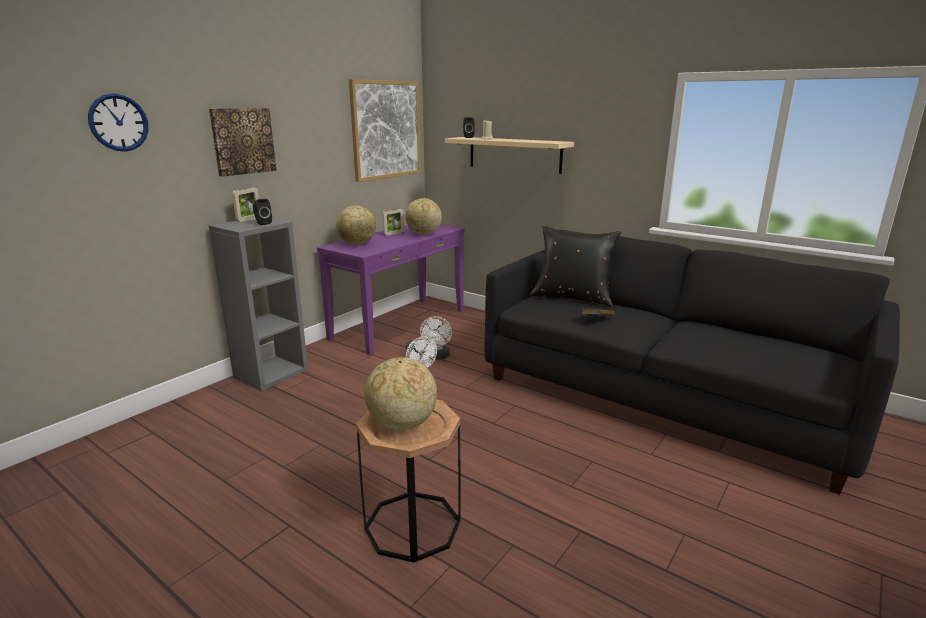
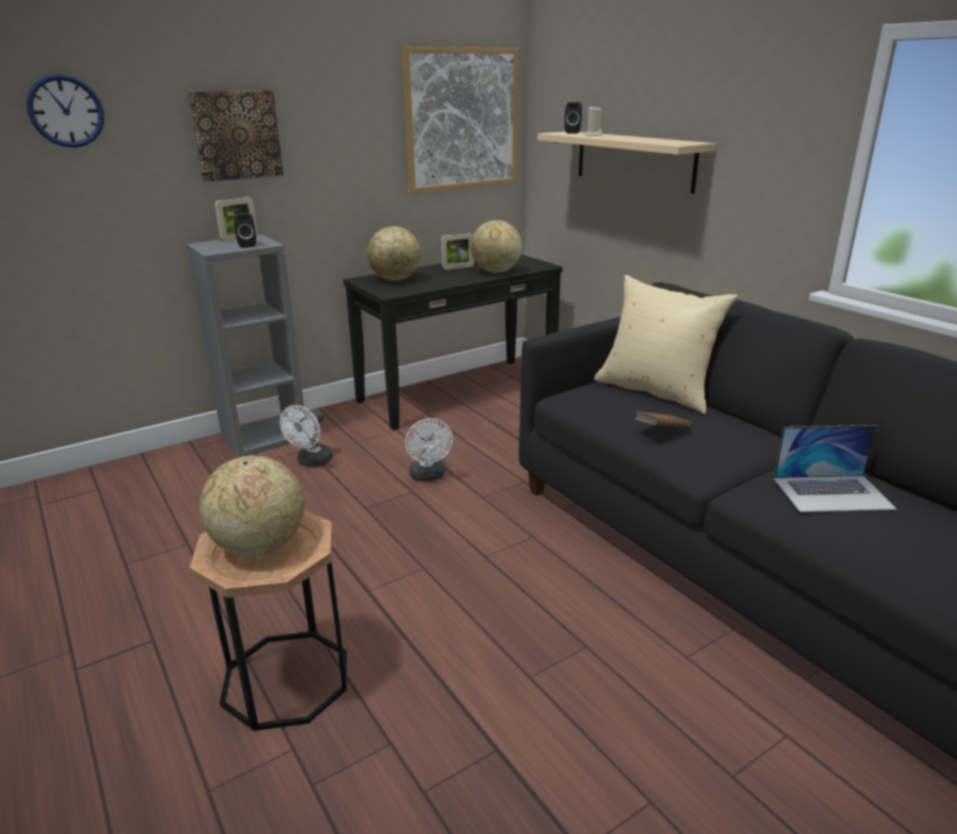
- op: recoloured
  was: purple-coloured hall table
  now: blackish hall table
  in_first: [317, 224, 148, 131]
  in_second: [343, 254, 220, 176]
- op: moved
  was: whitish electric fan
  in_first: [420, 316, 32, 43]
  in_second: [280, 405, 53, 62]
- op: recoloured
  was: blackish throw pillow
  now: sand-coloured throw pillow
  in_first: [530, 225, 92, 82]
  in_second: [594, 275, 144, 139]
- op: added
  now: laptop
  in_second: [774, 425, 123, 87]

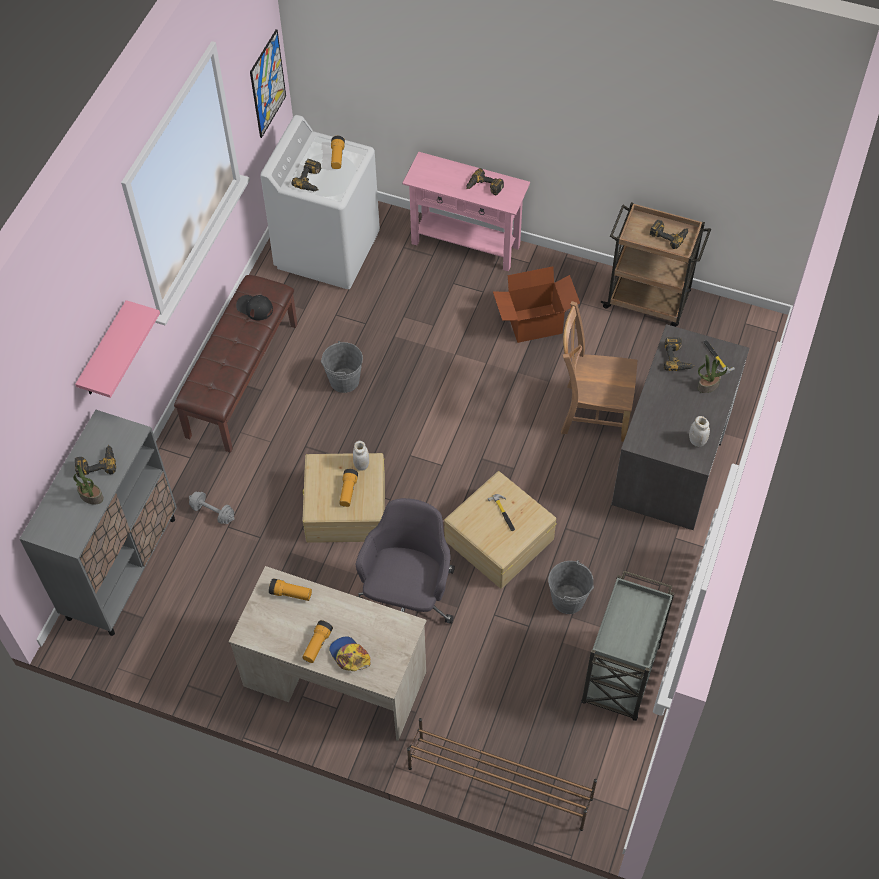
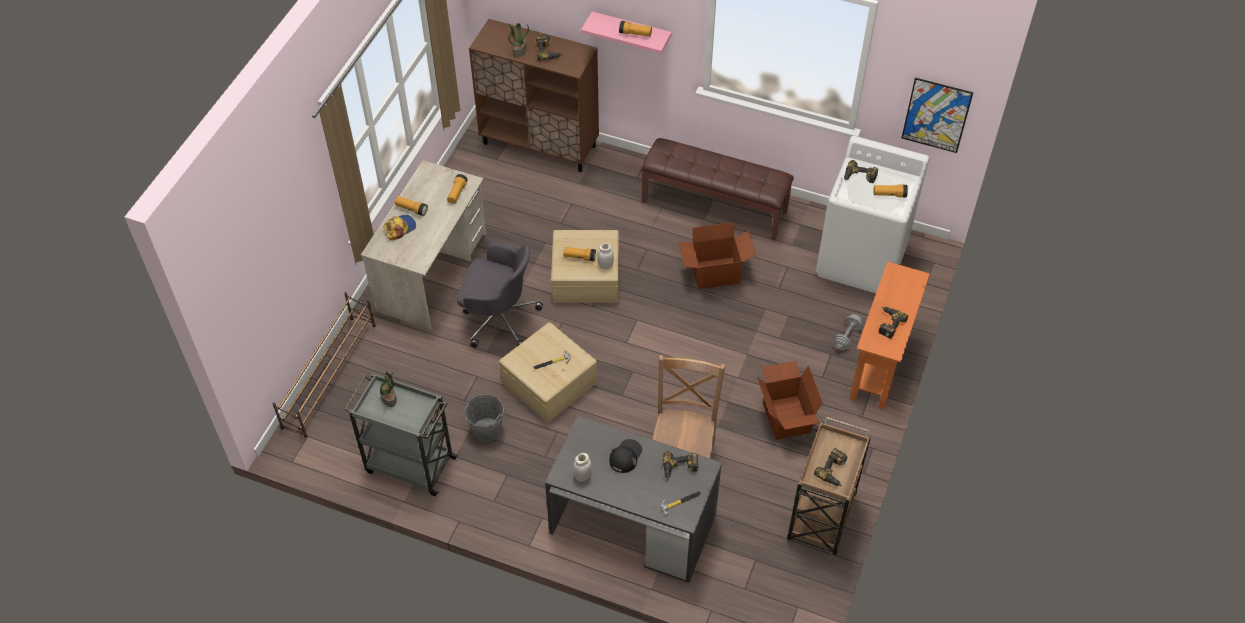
- op: recoloured
  was: grey cabinet
  now: brown cabinet
  in_first: [20, 410, 157, 226]
  in_second: [469, 19, 130, 153]
- op: moved
  was: grey hand weight
  in_first: [189, 492, 46, 32]
  in_second: [834, 314, 28, 36]
- op: moved
  was: blackish baseball cap
  in_first: [236, 295, 37, 25]
  in_second: [609, 439, 33, 34]
- op: replaced
  was: grey water bucket
  now: cardboard box
  in_first: [321, 341, 42, 52]
  in_second: [678, 222, 78, 67]
- op: recoloured
  was: pinkish hall table
  now: orangey hall table
  in_first: [402, 152, 128, 119]
  in_second: [850, 261, 80, 148]
- op: moved
  was: houseplant
  in_first: [698, 354, 29, 39]
  in_second: [380, 371, 17, 36]
- op: added
  now: torch
  in_second: [619, 21, 33, 16]

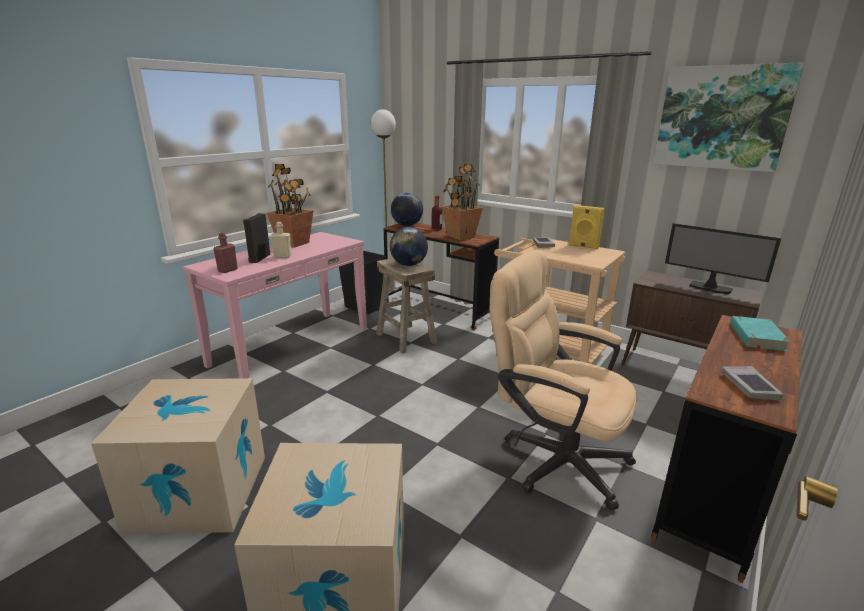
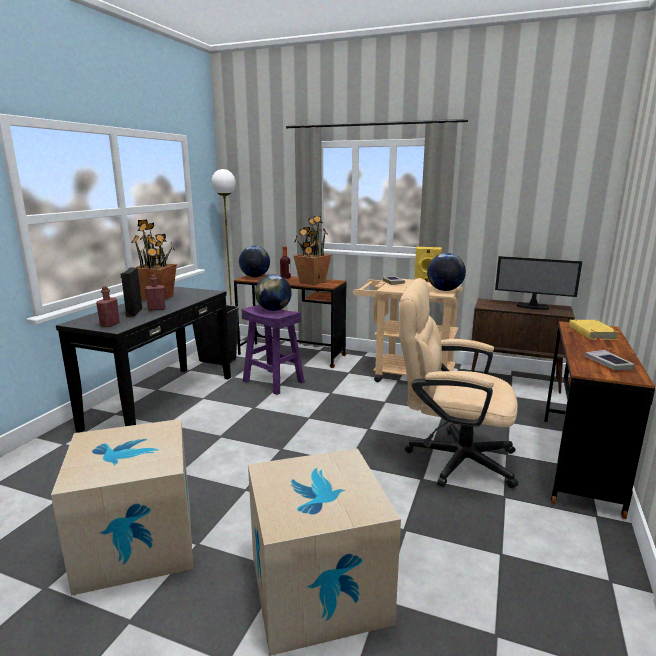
- op: recoloured
  was: pinkish hall table
  now: blackish hall table
  in_first: [183, 232, 184, 146]
  in_second: [56, 287, 175, 146]
- op: recoloured
  was: sand-coloured bottle
  now: red bottle
  in_first: [271, 222, 21, 36]
  in_second: [145, 275, 21, 36]
- op: recoloured
  was: sand-coloured stool seat
  now: purple-coloured stool seat
  in_first: [376, 258, 61, 96]
  in_second: [242, 305, 63, 90]
- op: removed
  was: picture
  in_first: [654, 62, 150, 110]
- op: recoloured
  was: blue-green bound book
  now: yellow bound book
  in_first: [730, 316, 61, 37]
  in_second: [569, 320, 49, 22]
- op: added
  now: world globe
  in_second: [427, 253, 39, 38]

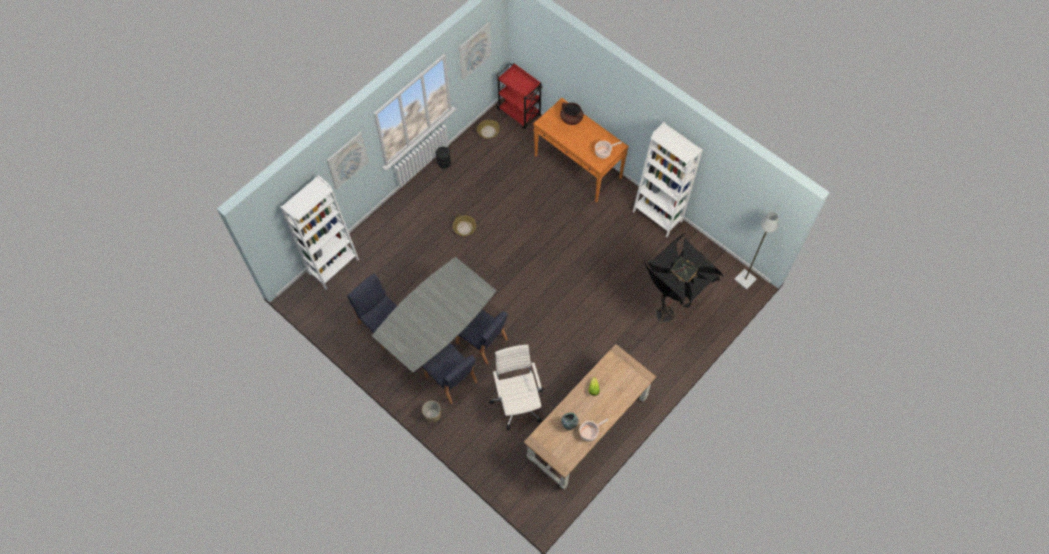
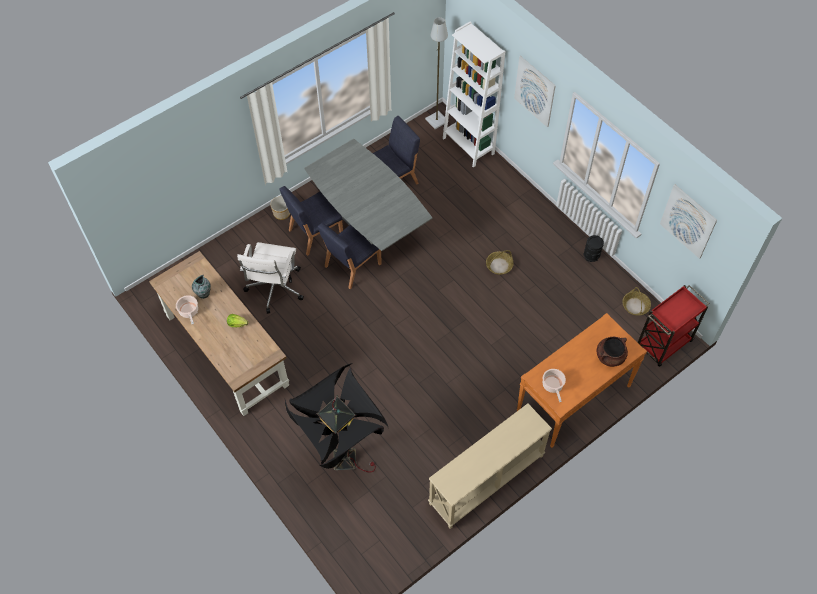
- op: turned
  was: whitish computer chair
  in_first: [489, 345, 55, 85]
  in_second: [237, 242, 67, 72]
  clockwise: 105
- op: replaced
  was: whitish bookshelf
  now: sand-coloured hall table
  in_first: [633, 122, 70, 115]
  in_second: [428, 404, 124, 125]
- op: moved
  was: grey standard lamp
  in_first: [734, 211, 44, 79]
  in_second: [425, 17, 23, 112]

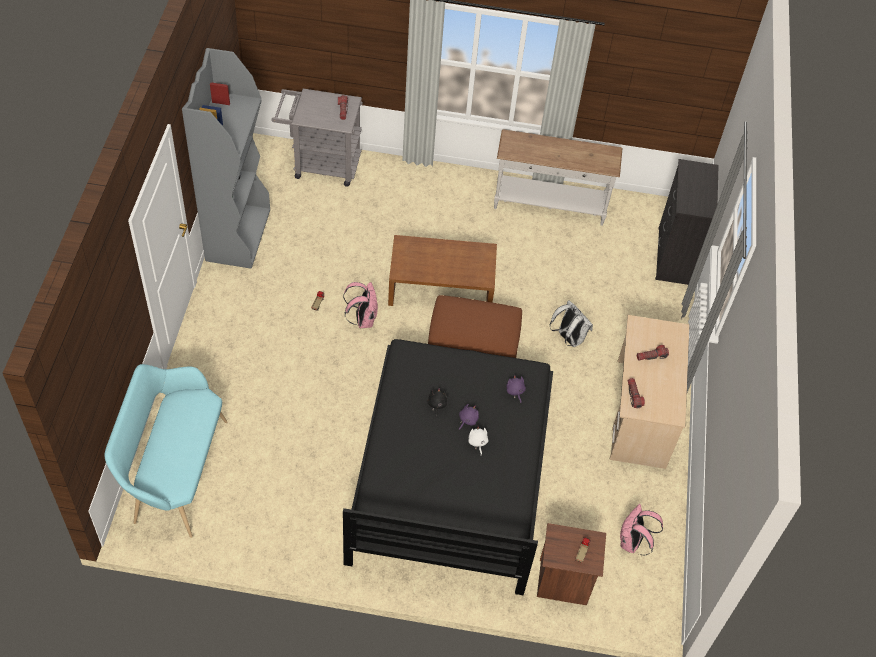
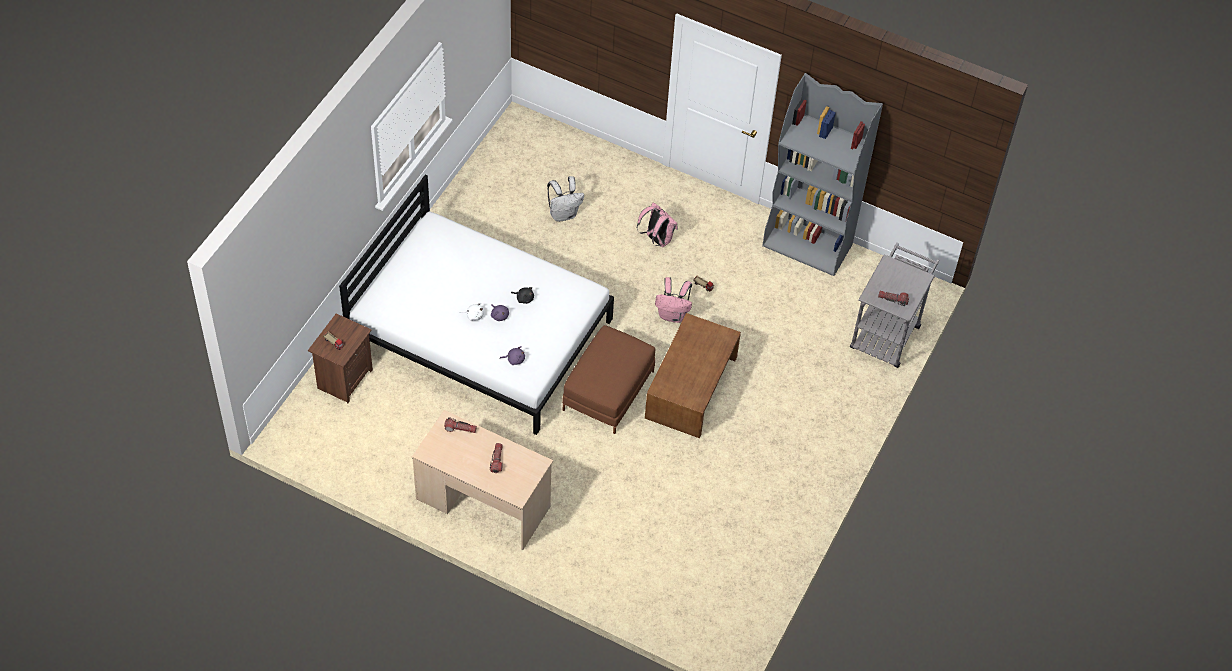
- op: removed
  was: blue-green bench
  in_first: [105, 364, 123, 174]
- op: recoloured
  was: blackish sleeping bed
  now: whitish sleeping bed
  in_first: [343, 339, 210, 257]
  in_second: [339, 175, 275, 260]
- op: removed
  was: whitish hall table
  in_first: [494, 129, 129, 97]
- op: moved
  was: whitish backpack
  in_first: [549, 301, 44, 46]
  in_second: [547, 176, 37, 46]
- op: moved
  was: pinkish backpack
  in_first: [620, 504, 43, 51]
  in_second: [637, 202, 41, 45]
- op: removed
  was: blackish dresser
  in_first: [655, 159, 64, 126]

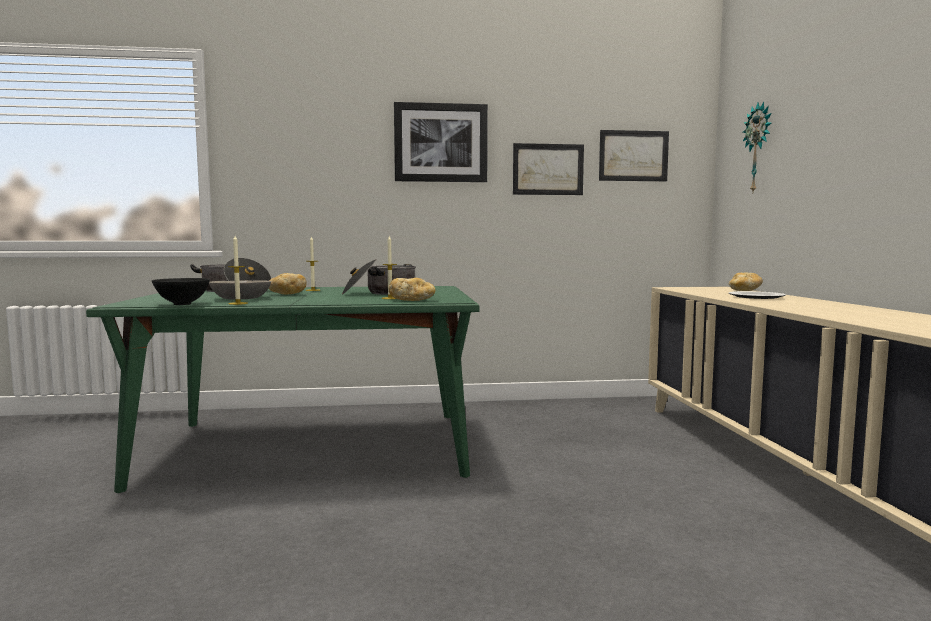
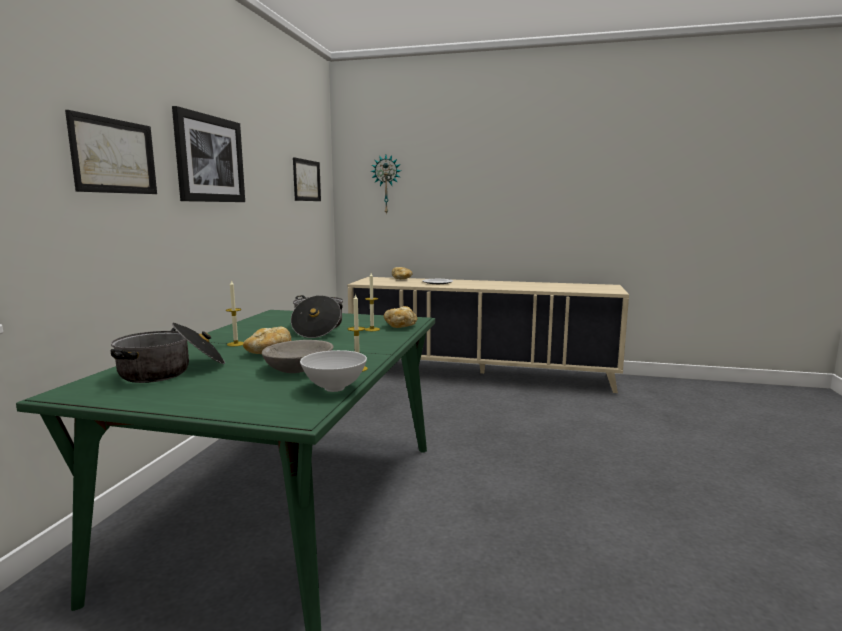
- op: recoloured
  was: blackish serving bowl
  now: whitish serving bowl
  in_first: [152, 278, 58, 27]
  in_second: [300, 350, 67, 42]
- op: moved
  was: picture
  in_first: [513, 143, 71, 52]
  in_second: [65, 110, 92, 84]

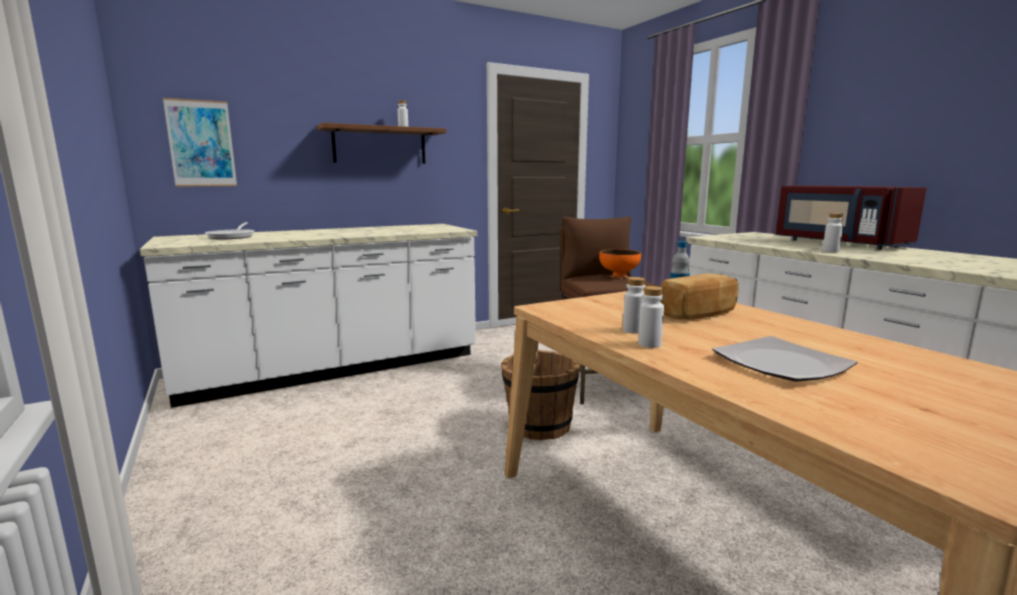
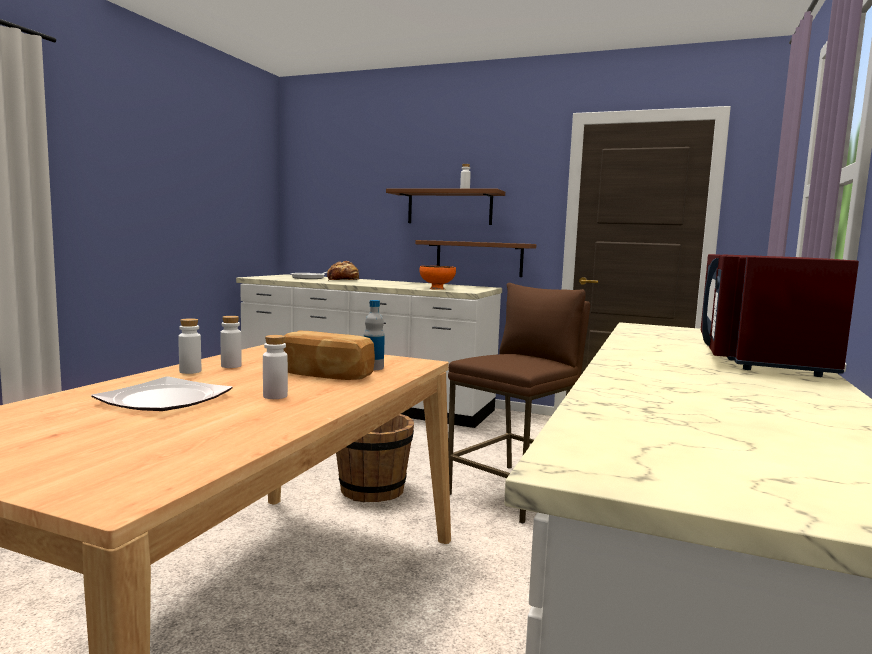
- op: removed
  was: picture
  in_first: [163, 98, 74, 89]
- op: moved
  was: orangey serving bowl
  in_first: [599, 249, 42, 30]
  in_second: [419, 266, 37, 24]
- op: moved
  was: whitish bottle
  in_first: [823, 213, 20, 39]
  in_second: [263, 335, 25, 64]
- op: added
  now: bread
  in_second: [327, 261, 32, 19]
- op: added
  now: brown bracket shelf
  in_second: [415, 240, 121, 37]

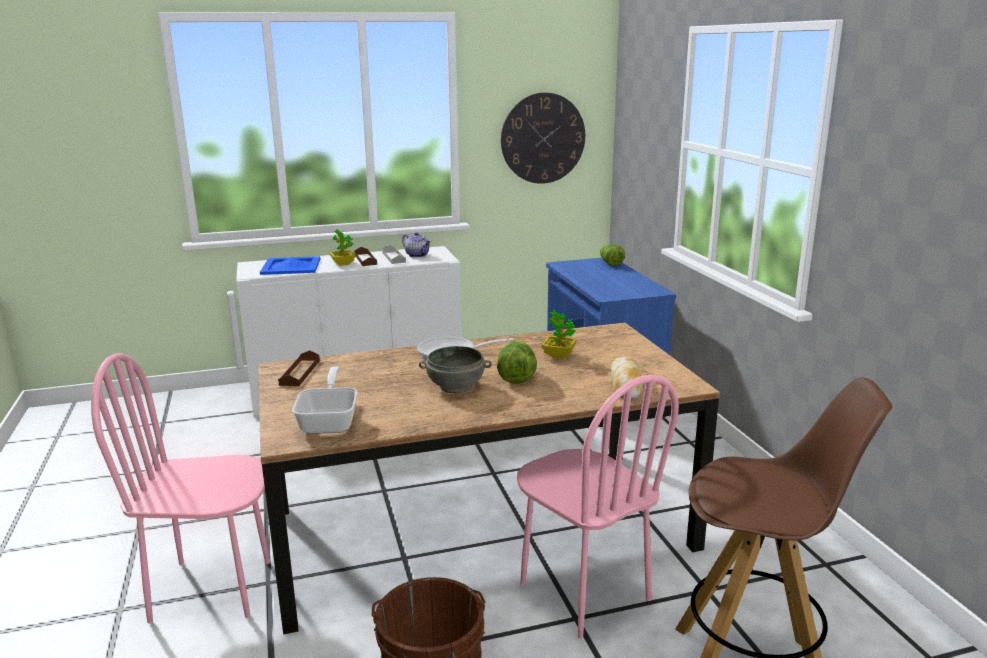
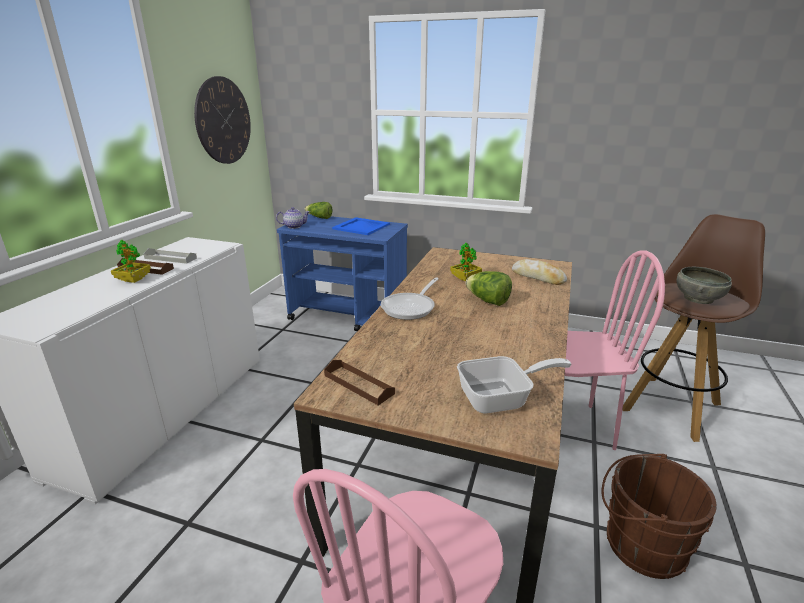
- op: moved
  was: blue-coloured carrying tray
  in_first: [260, 256, 60, 19]
  in_second: [332, 217, 58, 18]
- op: turned
  was: pan
  in_first: [292, 367, 65, 67]
  in_second: [457, 356, 114, 57]
  clockwise: 135
- op: moved
  was: tea pot
  in_first: [402, 232, 29, 26]
  in_second: [276, 207, 34, 22]
- op: moved
  was: grey serving bowl
  in_first: [419, 346, 73, 47]
  in_second: [677, 267, 55, 37]

